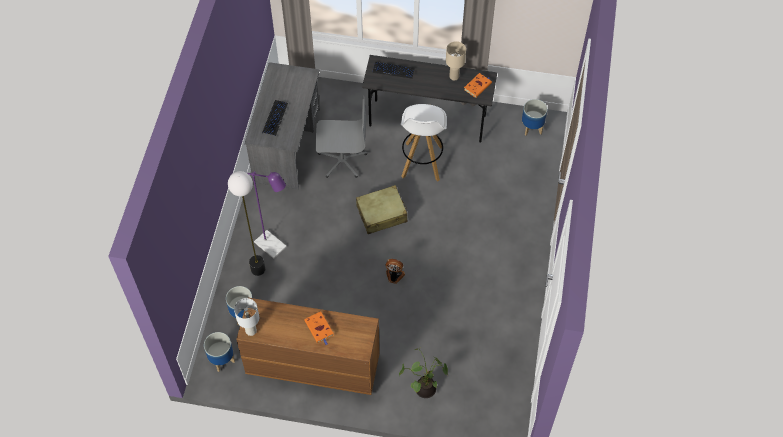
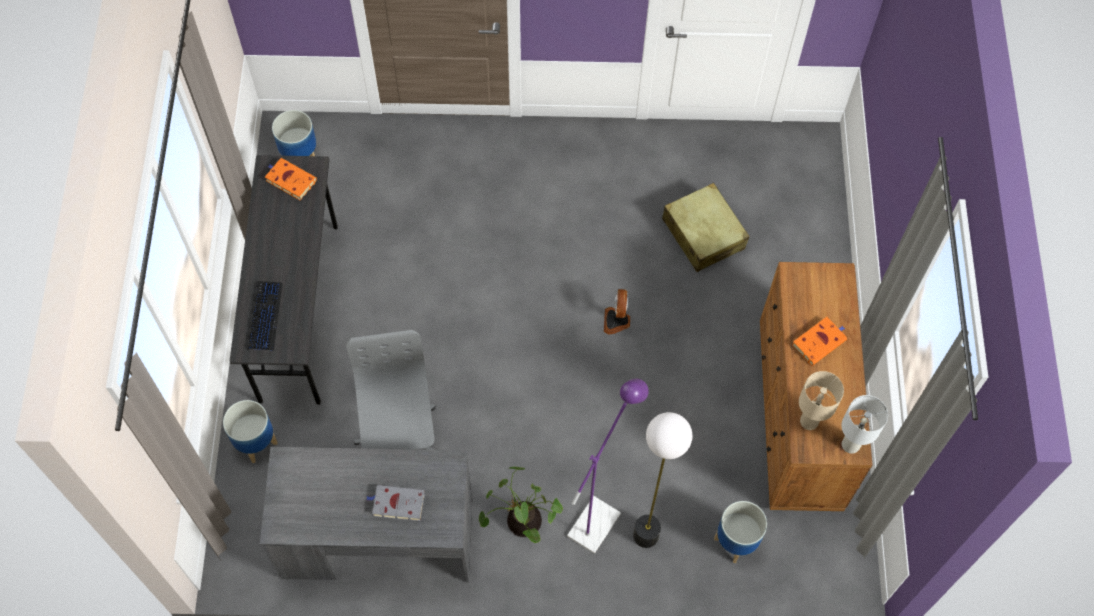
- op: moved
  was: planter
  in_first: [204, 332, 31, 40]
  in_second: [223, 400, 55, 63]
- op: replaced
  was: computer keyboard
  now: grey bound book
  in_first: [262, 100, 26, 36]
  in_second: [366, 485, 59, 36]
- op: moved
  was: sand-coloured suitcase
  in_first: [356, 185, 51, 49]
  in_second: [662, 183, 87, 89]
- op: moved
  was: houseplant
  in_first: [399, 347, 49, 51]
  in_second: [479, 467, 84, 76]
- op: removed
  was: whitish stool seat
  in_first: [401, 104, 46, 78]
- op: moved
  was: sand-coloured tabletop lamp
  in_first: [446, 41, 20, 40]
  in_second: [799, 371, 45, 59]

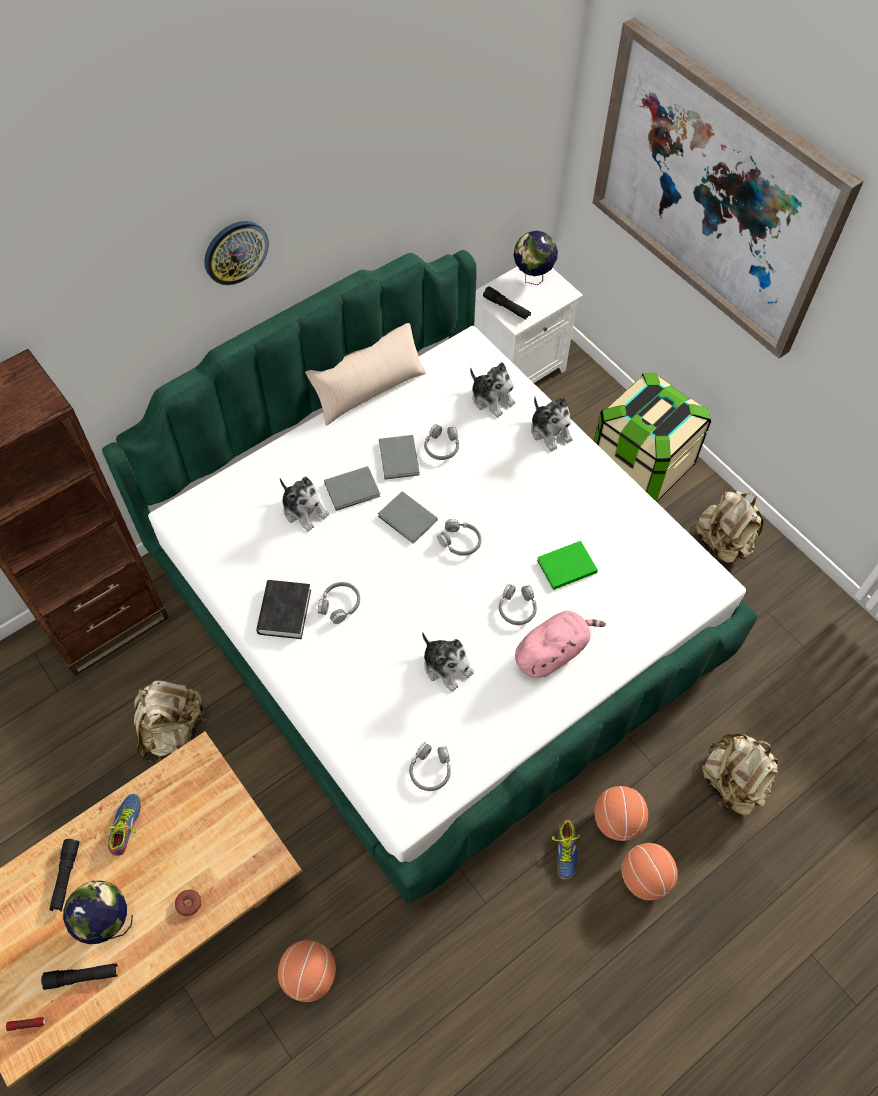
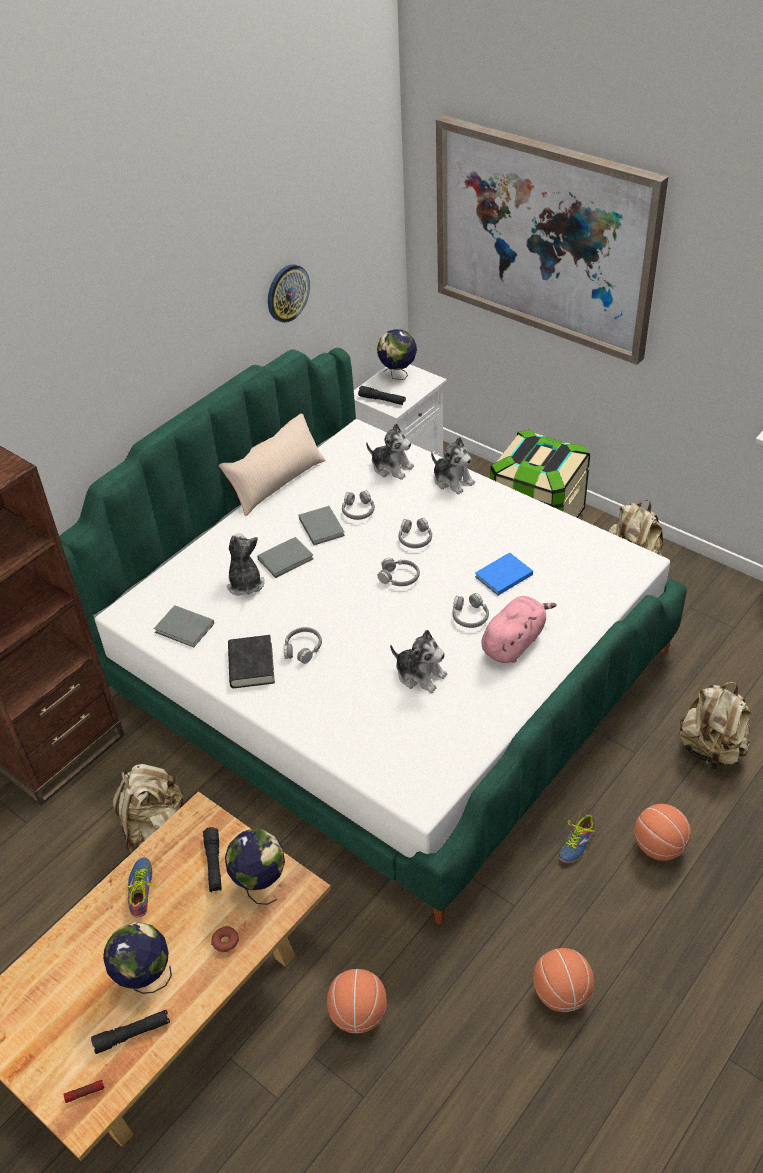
- op: moved
  was: blackish torch
  in_first: [49, 839, 30, 72]
  in_second: [203, 827, 19, 65]
- op: moved
  was: wall clock
  in_first: [204, 221, 65, 64]
  in_second: [268, 264, 42, 59]
- op: turned
  was: plush toy
  in_first: [280, 477, 49, 54]
  in_second: [227, 533, 38, 63]
  clockwise: -135
- op: moved
  was: grey bound book
  in_first: [378, 491, 60, 53]
  in_second: [154, 605, 60, 43]
- op: moved
  was: grey pair of headphones
  in_first: [409, 742, 42, 49]
  in_second: [398, 518, 34, 30]
- op: recoloured
  was: green-coloured bound book
  now: blue-coloured bound book
  in_first: [537, 541, 61, 49]
  in_second: [475, 552, 58, 43]
- op: turned
  was: item of footwear
  in_first: [552, 820, 28, 60]
  in_second: [558, 814, 37, 49]
  clockwise: 45
- op: moved
  was: basketball
  in_first: [595, 786, 53, 55]
  in_second: [533, 948, 61, 64]
- op: added
  now: world globe
  in_second: [225, 829, 60, 76]

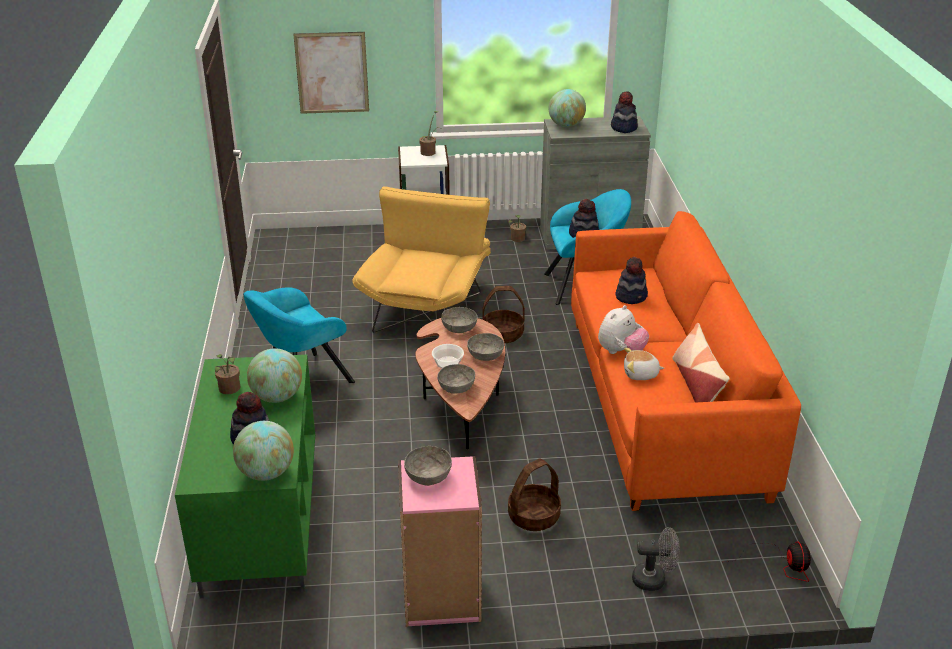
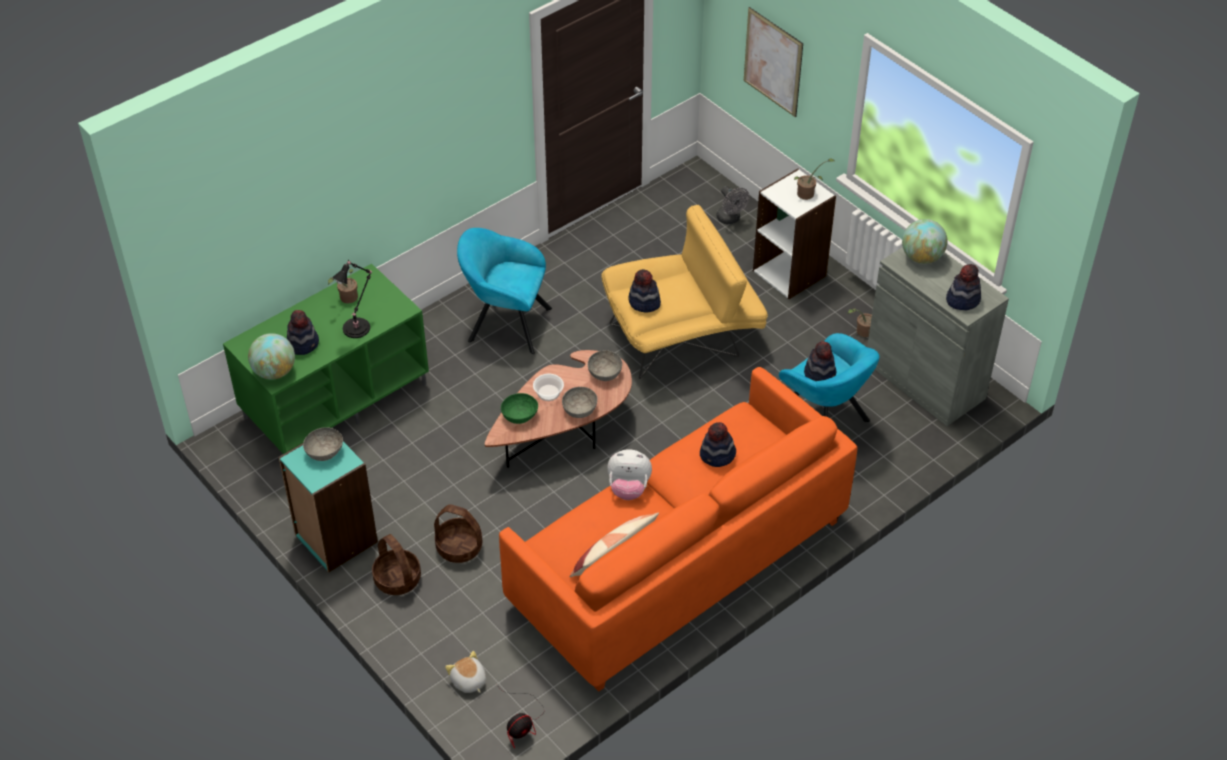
- op: replaced
  was: world globe
  now: blackish tabletop lamp
  in_first: [247, 348, 55, 55]
  in_second: [333, 260, 39, 78]
- op: recoloured
  was: pinkish bookshelf
  now: blue-green bookshelf
  in_first: [398, 456, 84, 171]
  in_second: [278, 442, 100, 130]
- op: recoloured
  was: grey serving bowl
  now: green-coloured serving bowl
  in_first: [437, 364, 38, 30]
  in_second: [501, 393, 37, 31]
- op: moved
  was: storage basket
  in_first: [482, 286, 43, 57]
  in_second: [372, 534, 49, 61]
- op: moved
  was: plush toy
  in_first: [624, 348, 40, 32]
  in_second: [445, 651, 41, 42]
- op: moved
  was: grey electric fan
  in_first: [632, 527, 48, 64]
  in_second: [716, 186, 34, 38]
- op: added
  now: clothing hat
  in_second: [628, 269, 33, 43]

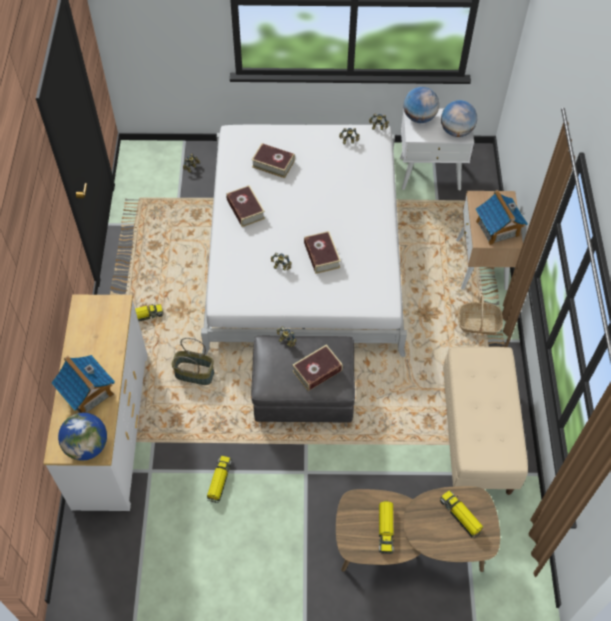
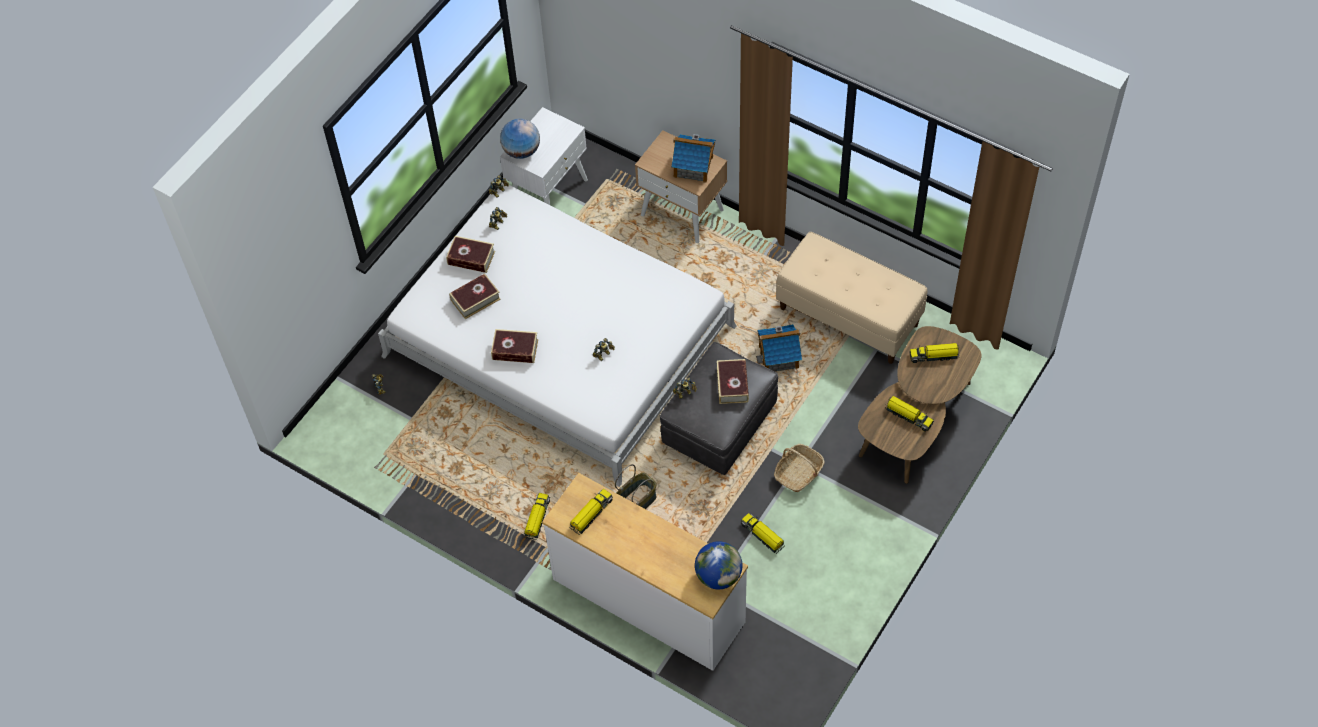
- op: moved
  was: toy house
  in_first: [51, 355, 64, 58]
  in_second: [756, 324, 46, 47]
- op: moved
  was: bound book
  in_first: [304, 231, 37, 43]
  in_second: [446, 236, 49, 37]
- op: removed
  was: world globe
  in_first: [441, 100, 36, 37]
- op: moved
  was: storage basket
  in_first: [458, 295, 45, 40]
  in_second: [774, 444, 51, 48]
- op: added
  now: model truck
  in_second: [569, 489, 44, 46]

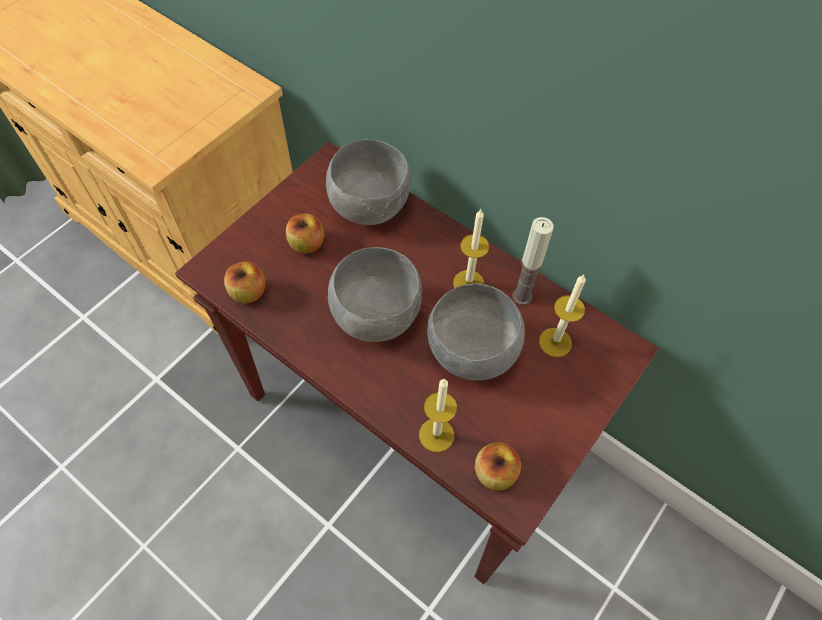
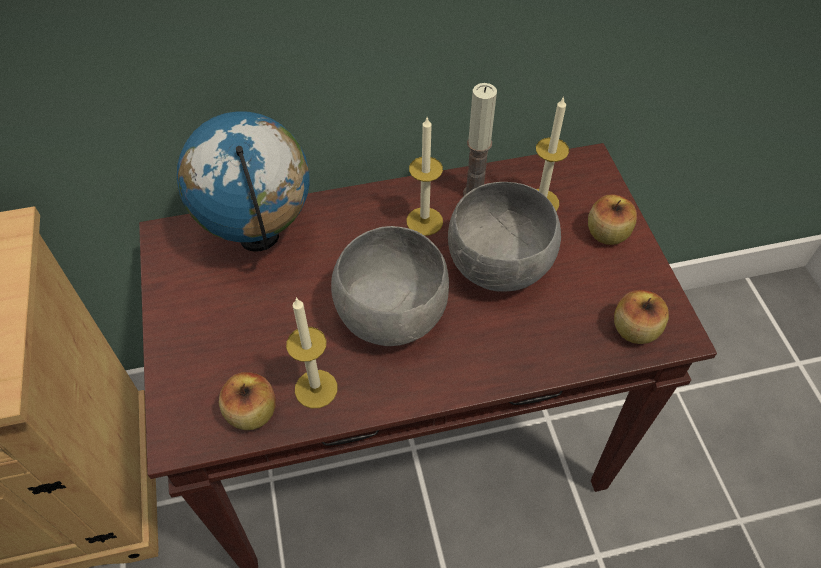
- op: moved
  was: apple fruit
  in_first: [286, 213, 38, 41]
  in_second: [588, 194, 49, 51]
- op: replaced
  was: grey serving bowl
  now: world globe
  in_first: [326, 139, 85, 86]
  in_second: [177, 111, 133, 141]
- op: moved
  was: wax light
  in_first: [419, 378, 38, 74]
  in_second: [286, 297, 51, 111]

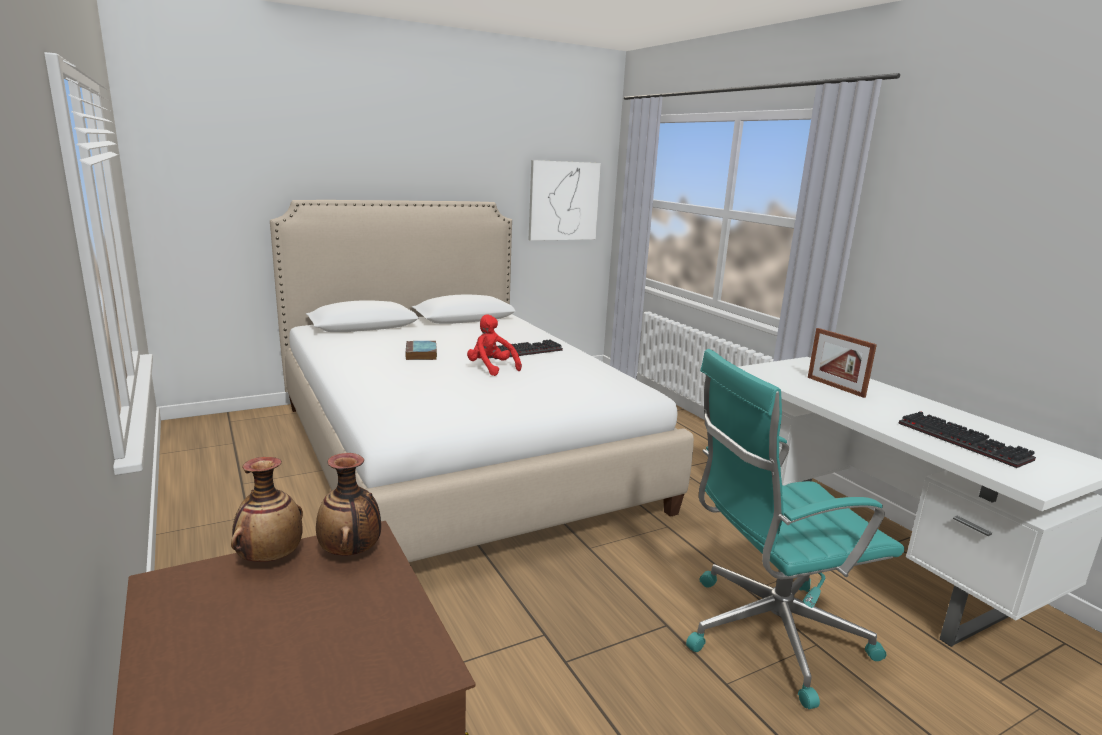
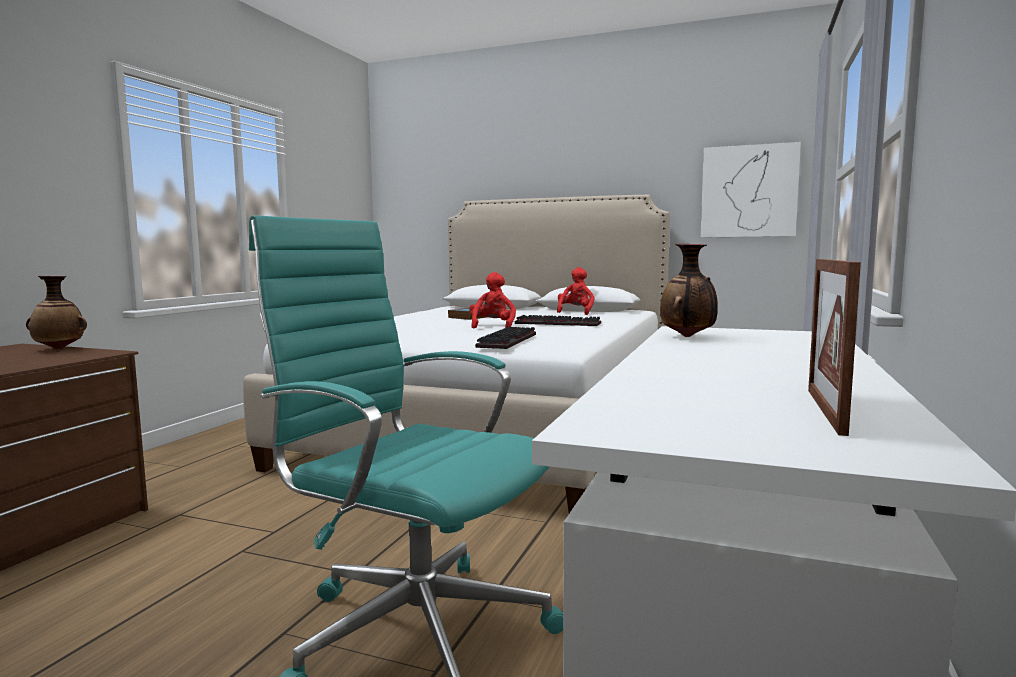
- op: moved
  was: flower vase
  in_first: [316, 453, 65, 103]
  in_second: [660, 244, 58, 93]
- op: moved
  was: picture frame
  in_first: [808, 328, 69, 70]
  in_second: [808, 259, 53, 177]
- op: moved
  was: computer keyboard
  in_first: [898, 411, 138, 57]
  in_second: [475, 326, 61, 23]
- op: added
  now: red plush toy
  in_second: [557, 267, 38, 48]

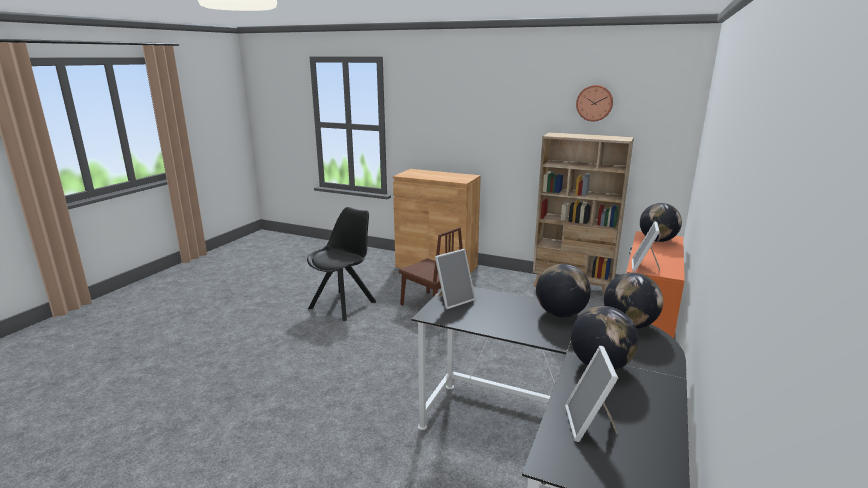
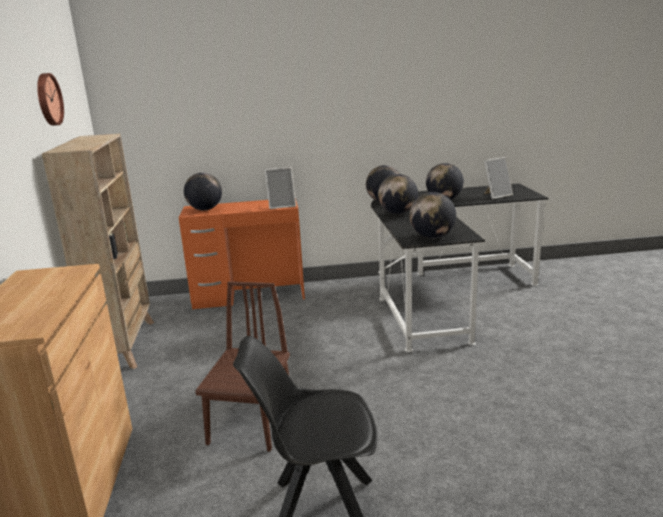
- op: replaced
  was: picture frame
  now: world globe
  in_first: [435, 249, 41, 60]
  in_second: [410, 192, 46, 47]

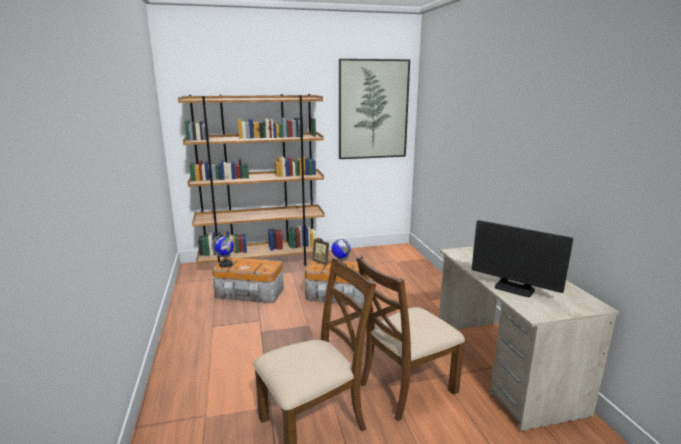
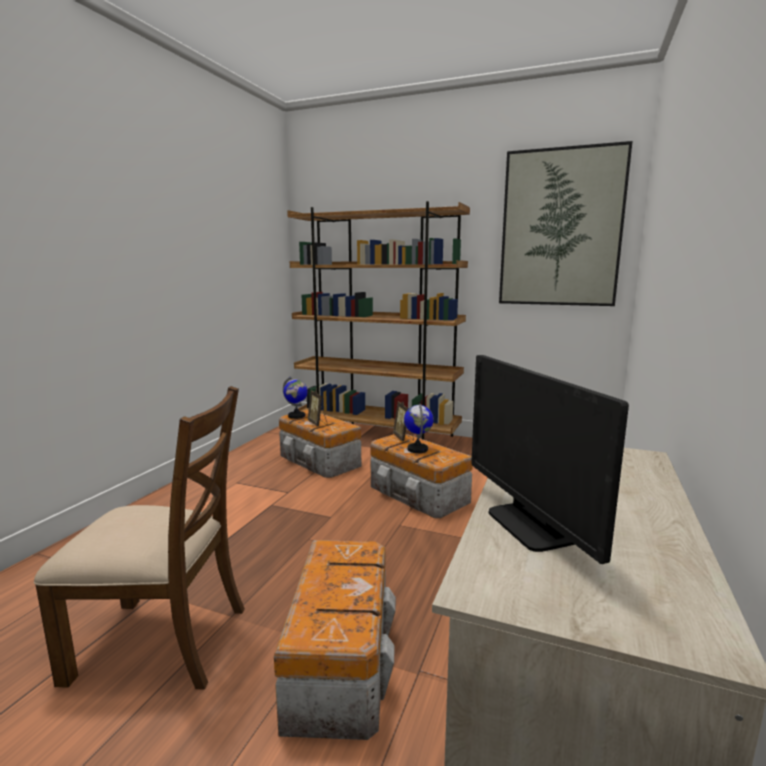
- op: replaced
  was: brown chair
  now: storage container
  in_first: [356, 255, 109, 166]
  in_second: [274, 540, 122, 200]
- op: added
  now: picture frame
  in_second: [308, 390, 20, 37]

